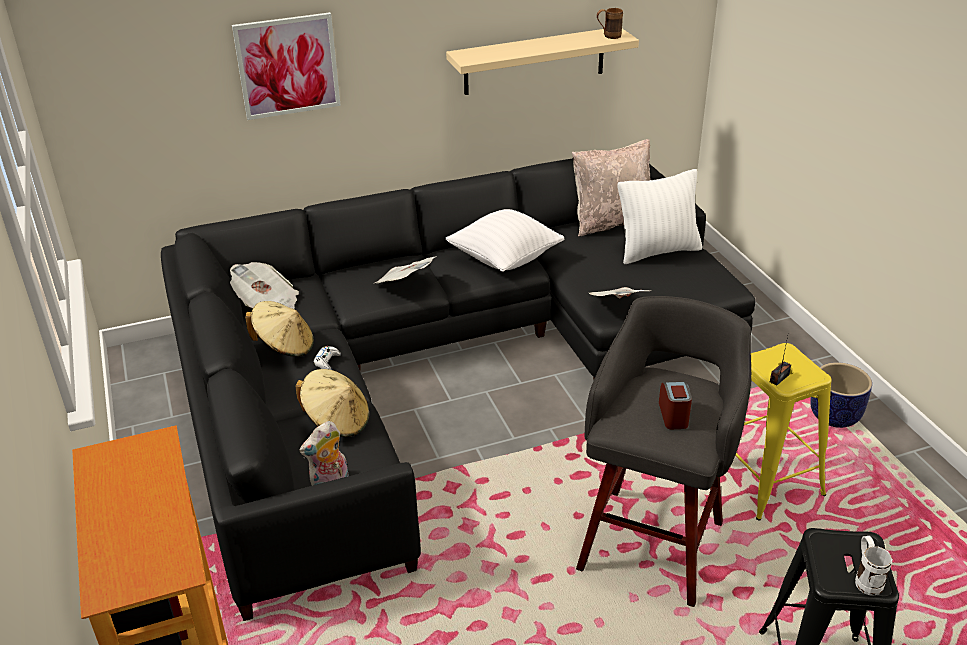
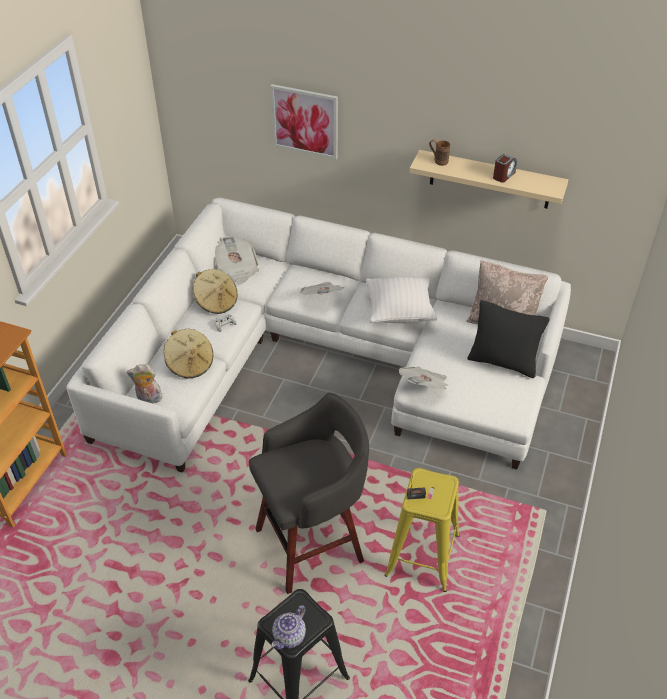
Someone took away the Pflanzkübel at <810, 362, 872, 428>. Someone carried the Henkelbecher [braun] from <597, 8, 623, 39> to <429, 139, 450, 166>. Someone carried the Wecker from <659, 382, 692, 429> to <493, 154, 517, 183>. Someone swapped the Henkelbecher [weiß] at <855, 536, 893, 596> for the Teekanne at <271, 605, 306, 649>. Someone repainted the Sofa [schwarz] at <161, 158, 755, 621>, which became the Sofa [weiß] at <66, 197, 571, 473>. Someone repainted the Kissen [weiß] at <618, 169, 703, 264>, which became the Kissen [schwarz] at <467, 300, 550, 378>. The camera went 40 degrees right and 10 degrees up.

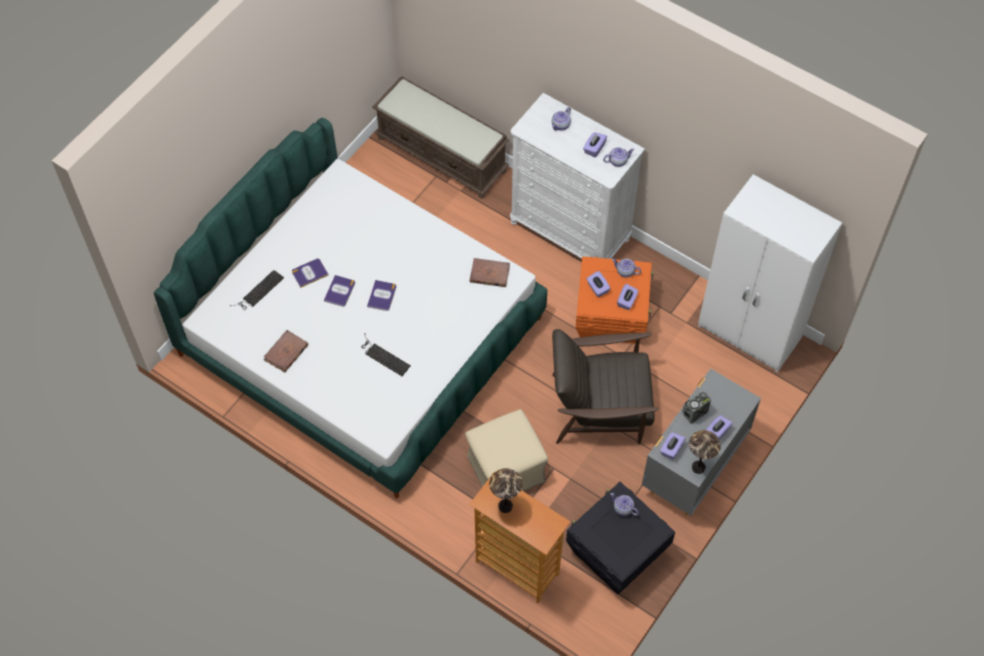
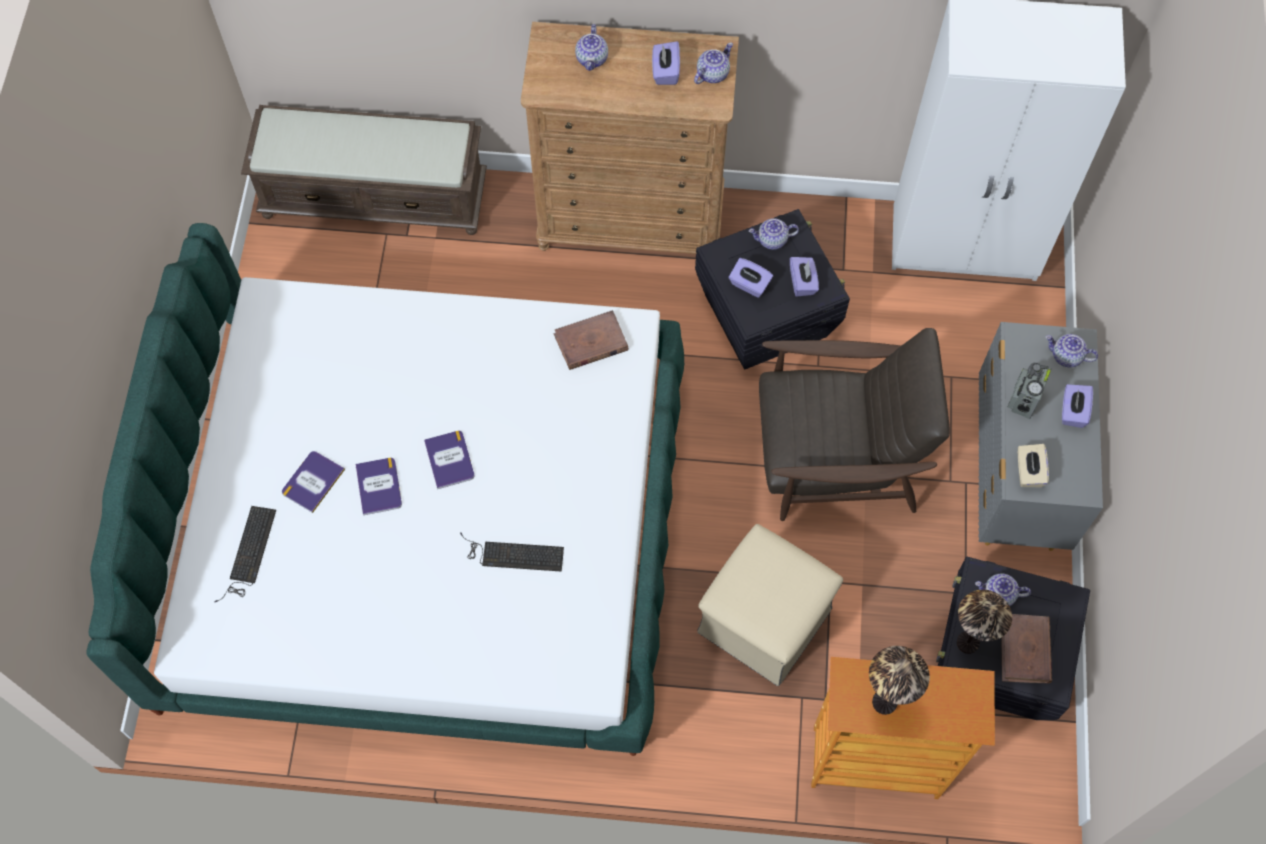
Someone put down the Teekanne at <1046, 334, 1098, 367>. Someone carried the Buch [braun] from <264, 330, 308, 372> to <1001, 614, 1052, 684>. Someone carried the Tischlampe from <689, 430, 721, 474> to <957, 590, 1012, 654>. Someone repainted the Kommode [weiß] at <510, 93, 645, 259>, which became the Kommode [braun] at <521, 22, 739, 254>. Someone repainted the Aufbewahrungsbox [orange] at <576, 256, 654, 343>, which became the Aufbewahrungsbox [schwarz] at <695, 209, 850, 369>. Someone repainted the Taschentuchbox [lila] at <660, 432, 686, 460>, which became the Taschentuchbox [beige] at <1018, 444, 1049, 487>. Someone rotated the Sessel [braun] at <552, 329, 659, 444> by 150 degrees counterclockwise. The camera went 30 degrees left and 5 degrees up.

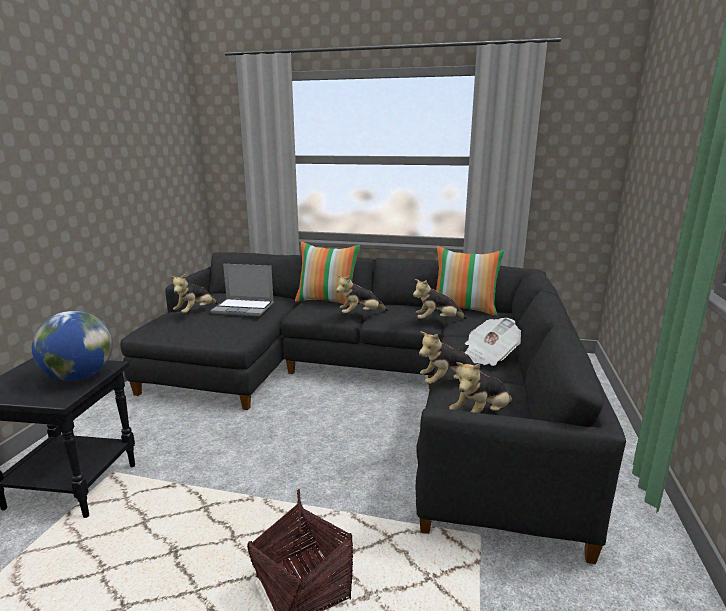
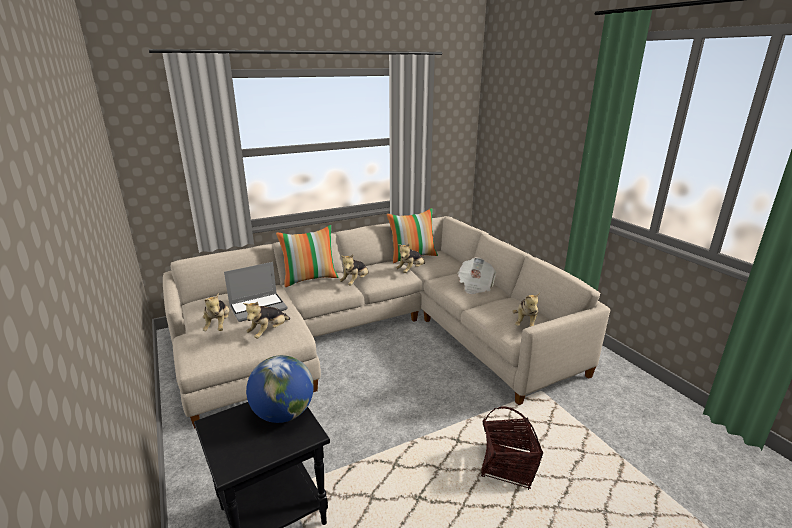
Someone carried the Plüschtier from <419, 331, 485, 384> to <243, 302, 290, 338>. Someone repainted the Sofa [schwarz] at <120, 252, 626, 564>, which became the Sofa [beige] at <163, 216, 610, 429>. The camera went 40 degrees left and 5 degrees up.

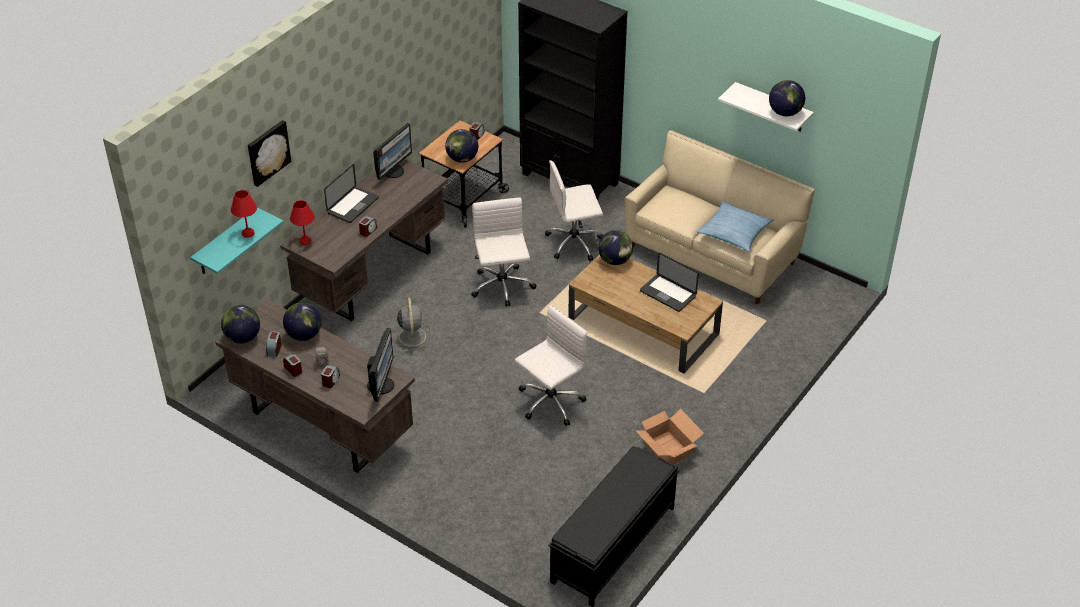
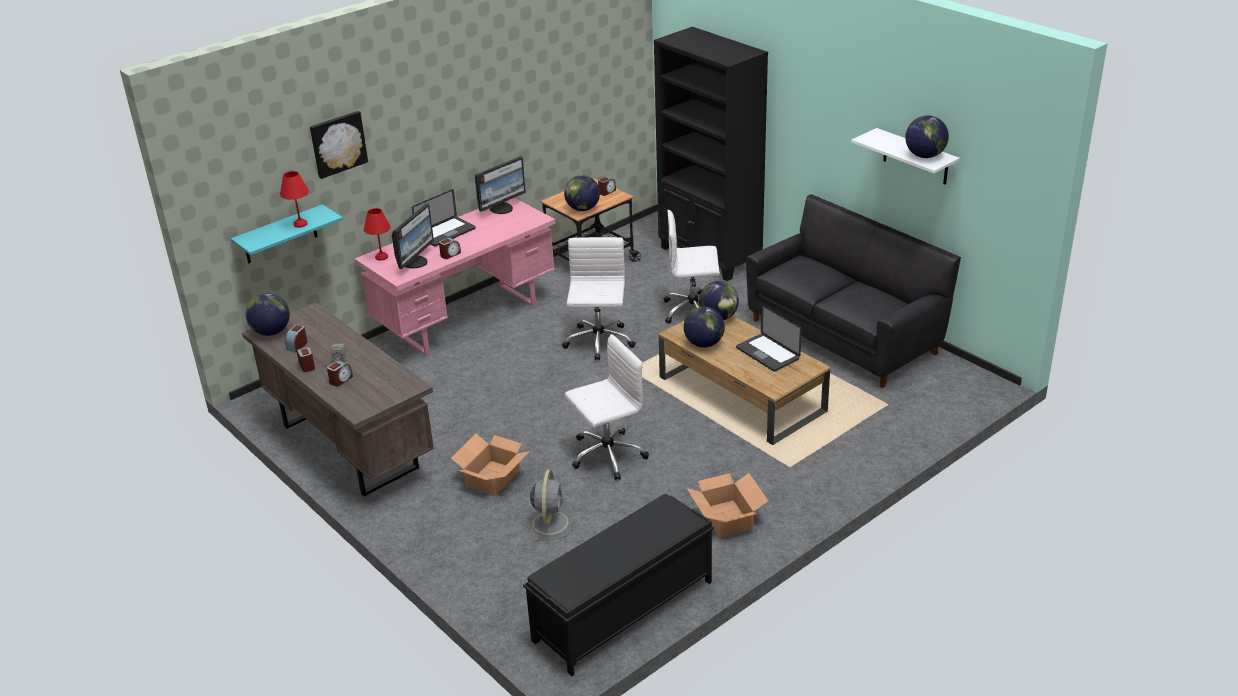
Someone took away the Kissen at <696, 200, 774, 252>. Someone put down the Karton at <451, 434, 530, 496>. Someone carried the Globus from <283, 303, 322, 341> to <684, 307, 725, 348>. Someone carried the Monitor from <367, 328, 394, 402> to <392, 203, 434, 269>. Someone carried the Ventilator [grau] from <392, 297, 432, 352> to <525, 470, 576, 541>. Someone repainted the Schreibtisch [braun] at <280, 159, 448, 321>, which became the Schreibtisch [rosa] at <355, 198, 556, 356>. Someone repainted the Sofa [beige] at <624, 130, 815, 304>, which became the Sofa [schwarz] at <746, 194, 961, 388>. The camera went 15 degrees right and 10 degrees down.

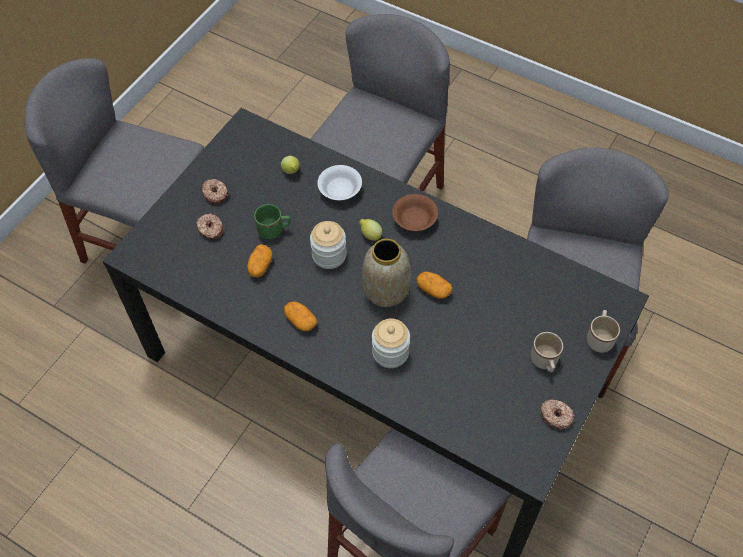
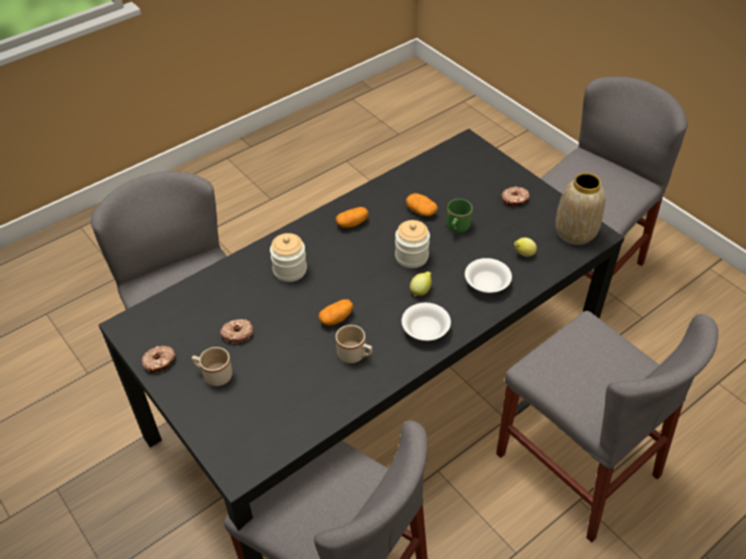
Someone carried the Donut from <196, 214, 223, 239> to <220, 319, 253, 344>. Someone carried the Vase from <362, 239, 411, 307> to <555, 173, 605, 245>. Someone carried the Henkelbecher [beige] from <587, 310, 620, 353> to <336, 325, 372, 363>. Someone repainted the Schüssel [braun] at <392, 194, 438, 231>, which became the Schüssel [weiß] at <402, 303, 451, 341>. The camera went 110 degrees right and 10 degrees down.

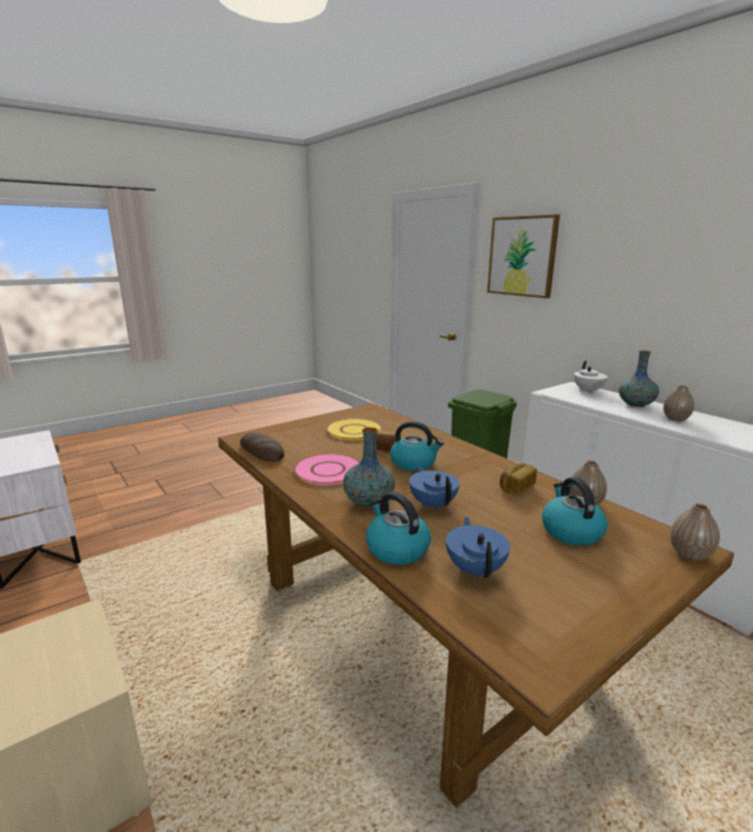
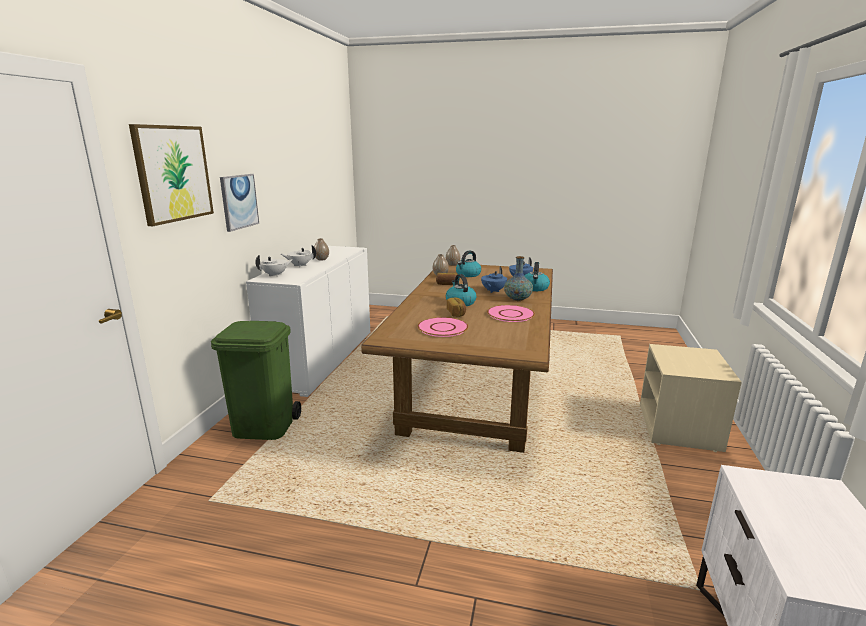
Someone took away the Brot at <240, 433, 284, 462>. Someone put up the Bild at <220, 174, 259, 232>. Someone swapped the Vase at <619, 351, 659, 407> for the Teekanne [weiß] at <281, 245, 316, 267>. Someone repainted the Teller [gelb] at <326, 419, 382, 440>, which became the Teller [rosa] at <417, 317, 468, 337>. The camera went 130 degrees left and 0 degrees up.

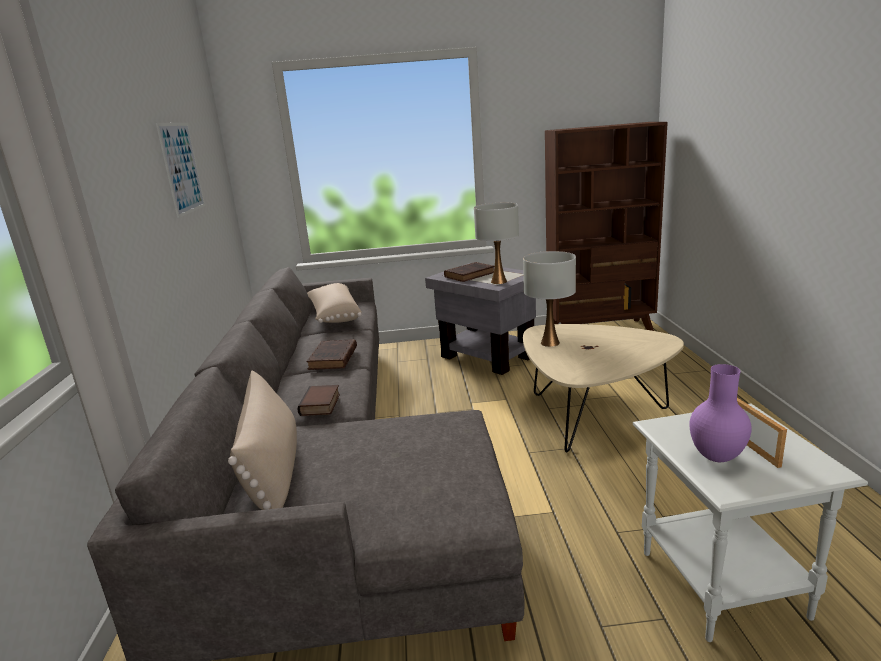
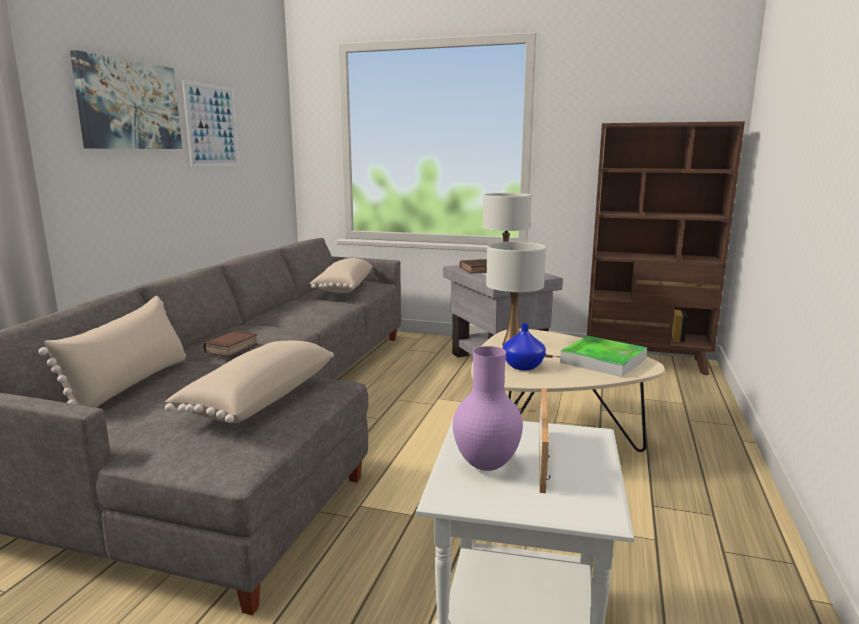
Someone took away the Buch [braun] at <306, 339, 357, 370>. Someone put up the Bild at <70, 50, 182, 149>. Someone put down the Kissen [beige] at <165, 341, 334, 423>. Someone put down the Vase [blau] at <502, 323, 546, 370>. Someone put down the Tablett at <560, 336, 647, 377>. The camera went 20 degrees right and 5 degrees down.

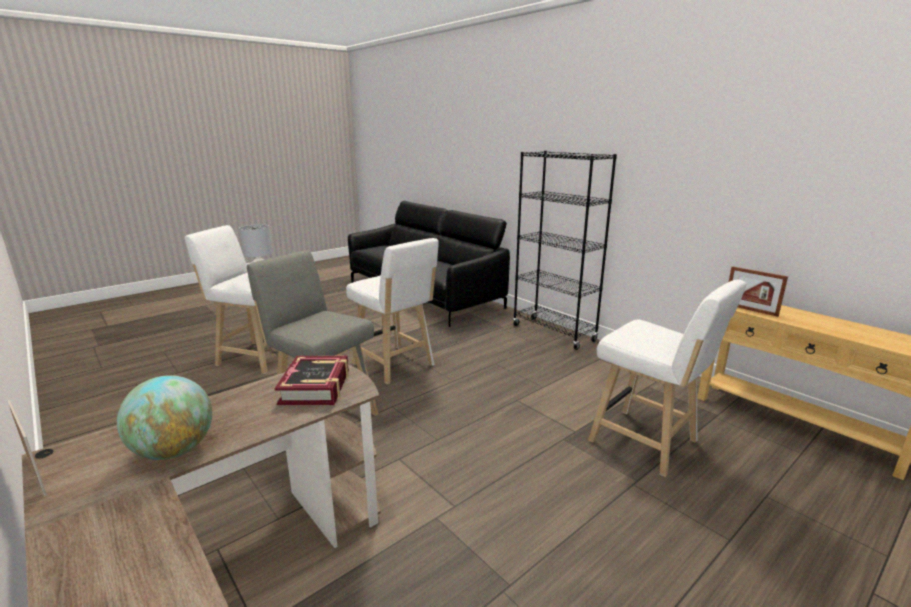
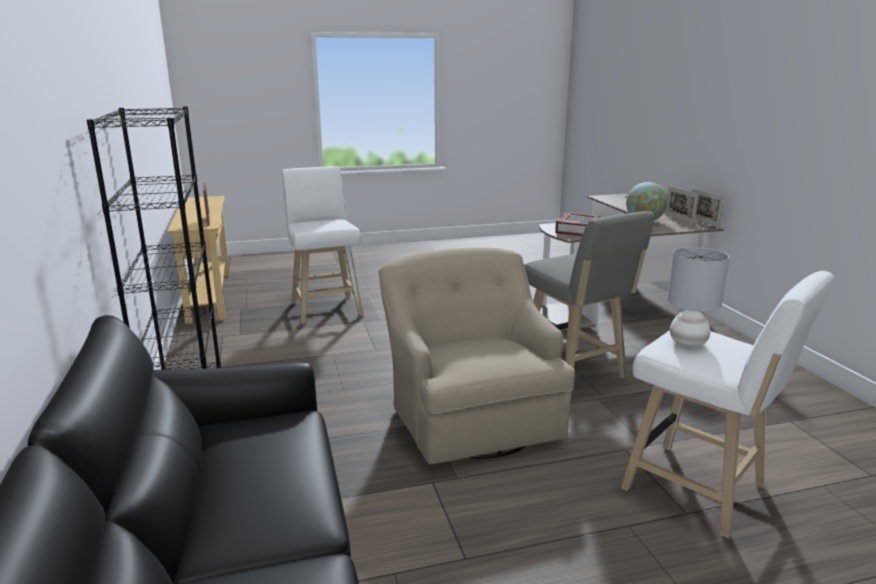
Someone put down the Bilderrahmen at <665, 186, 699, 224>. Someone swapped the Hocker [weiß] at <346, 238, 439, 384> for the Sessel [beige] at <378, 247, 575, 464>. The camera went 155 degrees left and 0 degrees up.

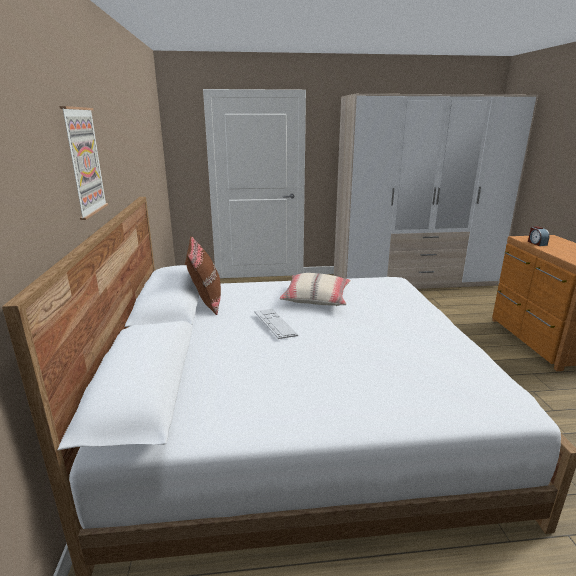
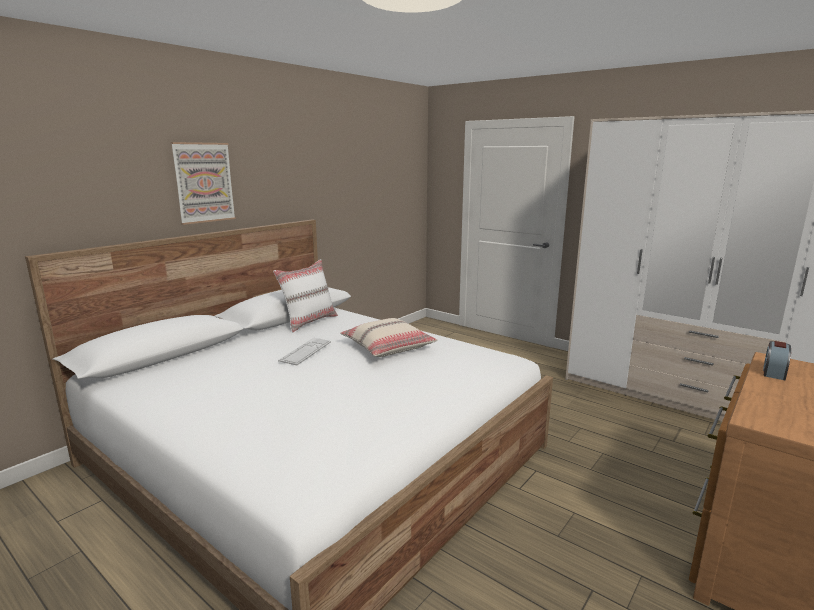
Someone repainted the Kissen [braun] at <185, 236, 221, 315>, which became the Kissen [weiß] at <273, 259, 338, 332>. The camera went 45 degrees right and 5 degrees down.

